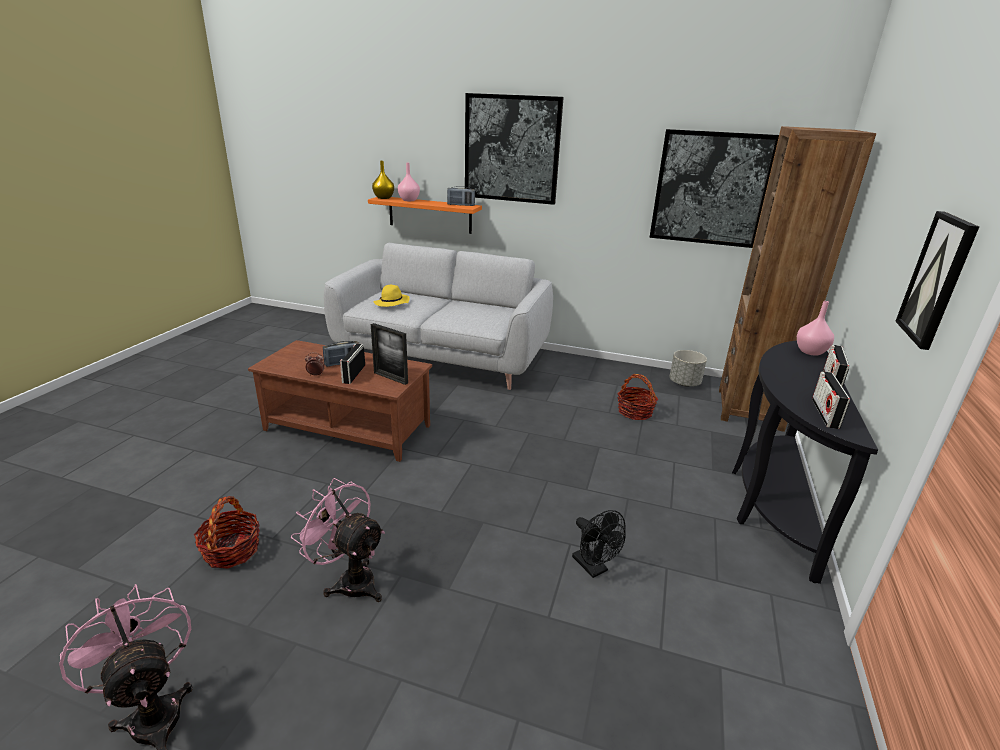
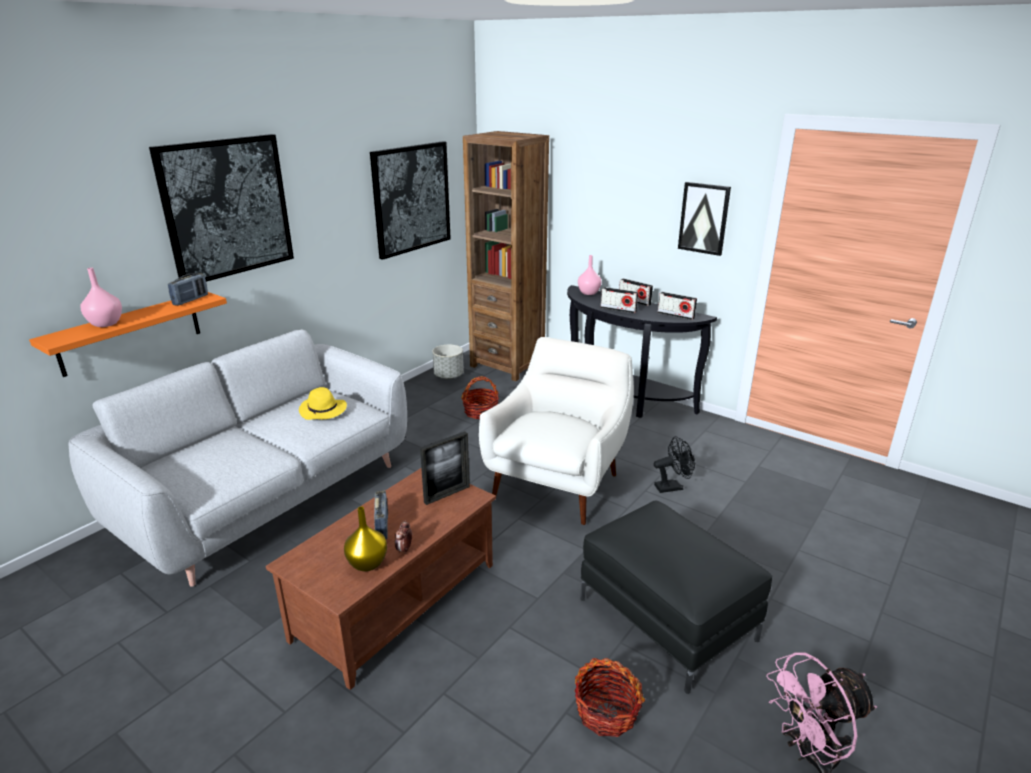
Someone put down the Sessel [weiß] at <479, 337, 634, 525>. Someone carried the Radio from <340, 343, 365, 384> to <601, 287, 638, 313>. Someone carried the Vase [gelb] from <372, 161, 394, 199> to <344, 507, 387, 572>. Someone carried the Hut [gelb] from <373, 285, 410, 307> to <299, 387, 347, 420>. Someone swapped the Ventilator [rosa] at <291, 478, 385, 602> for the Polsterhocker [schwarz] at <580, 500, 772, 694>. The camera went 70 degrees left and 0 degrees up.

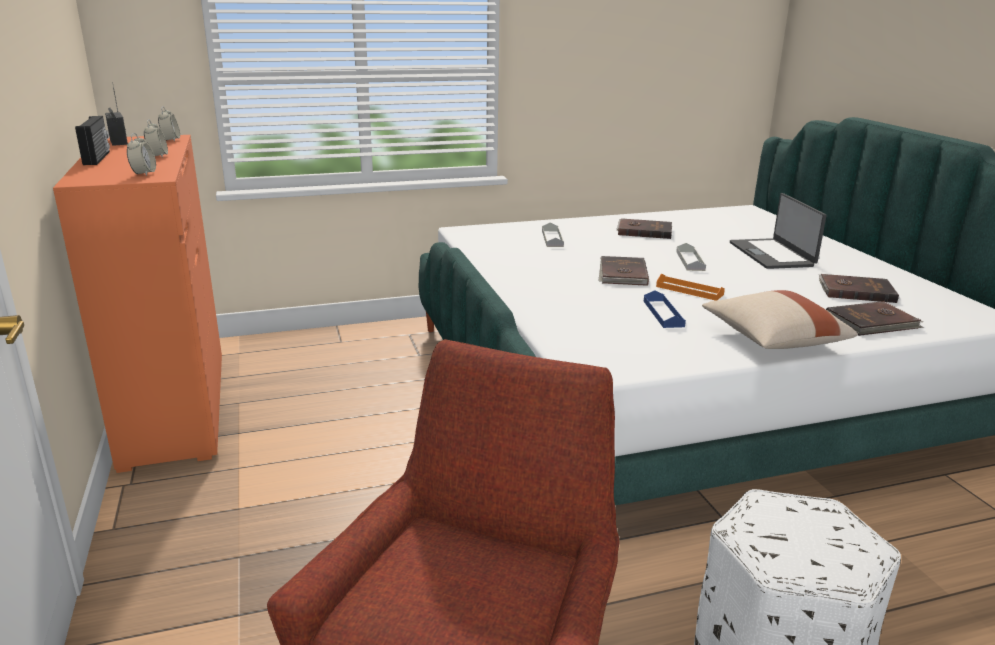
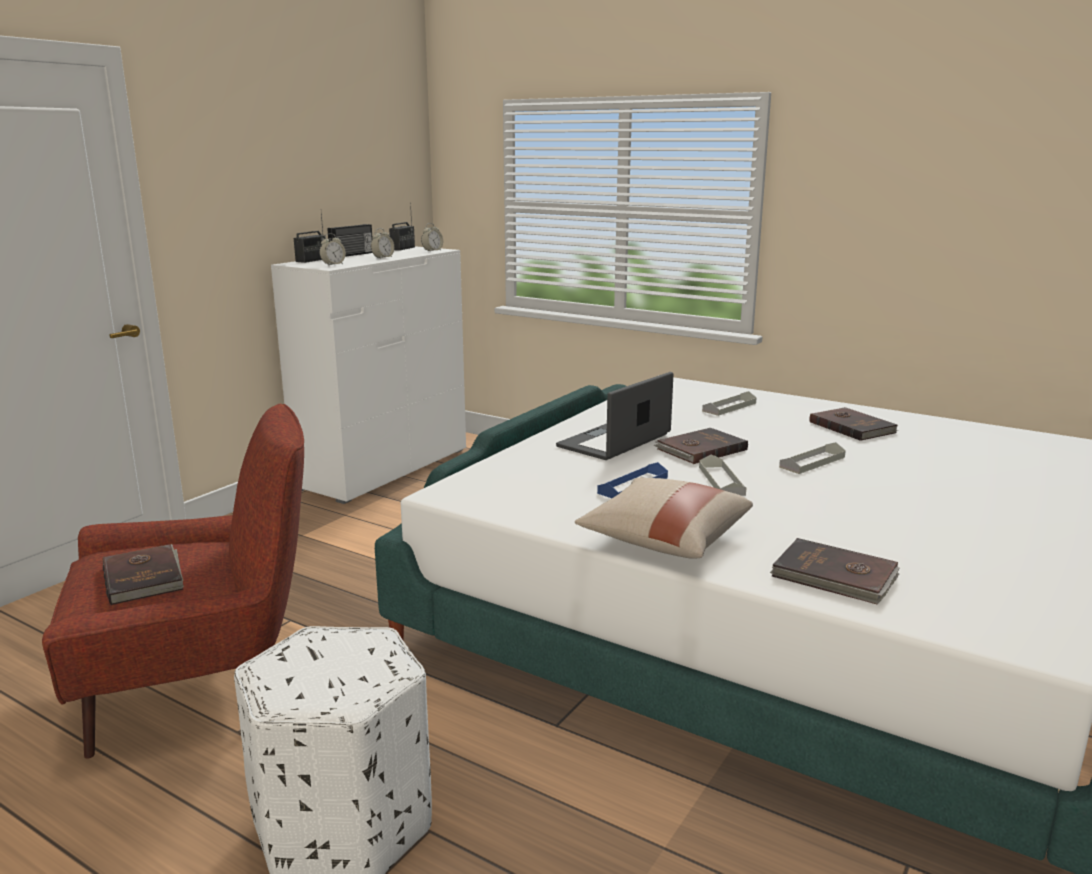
Someone put down the Radio at <294, 213, 326, 263>. Someone carried the Laptop from <730, 193, 827, 269> to <556, 372, 673, 460>. Someone carried the Buch [braun] from <819, 274, 899, 303> to <103, 544, 184, 605>. Someone repainted the Kommode [orange] at <53, 135, 222, 473>, which became the Kommode [weiß] at <271, 246, 466, 504>. Someone repainted the Tablett [orange] at <656, 274, 725, 301>, which became the Tablett [grau] at <699, 454, 746, 496>. The camera went 50 degrees right and 5 degrees down.

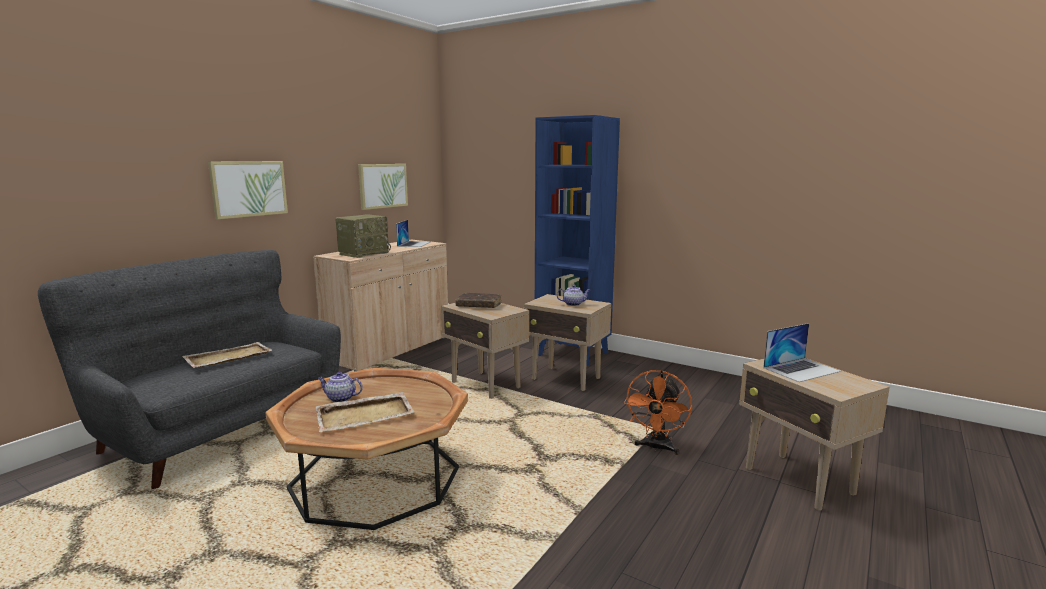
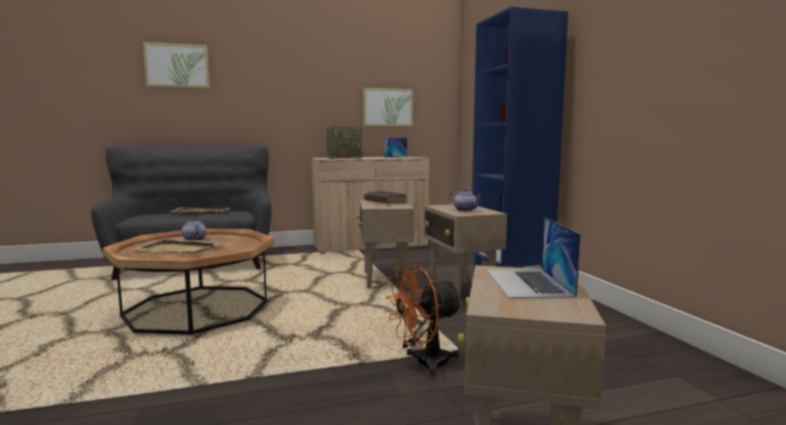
Someone carried the Bild from <208, 161, 288, 220> to <143, 42, 210, 88>. Someone rotated the Laptop at <763, 323, 841, 382> by 75 degrees clockwise. The camera went 40 degrees right and 5 degrees down.

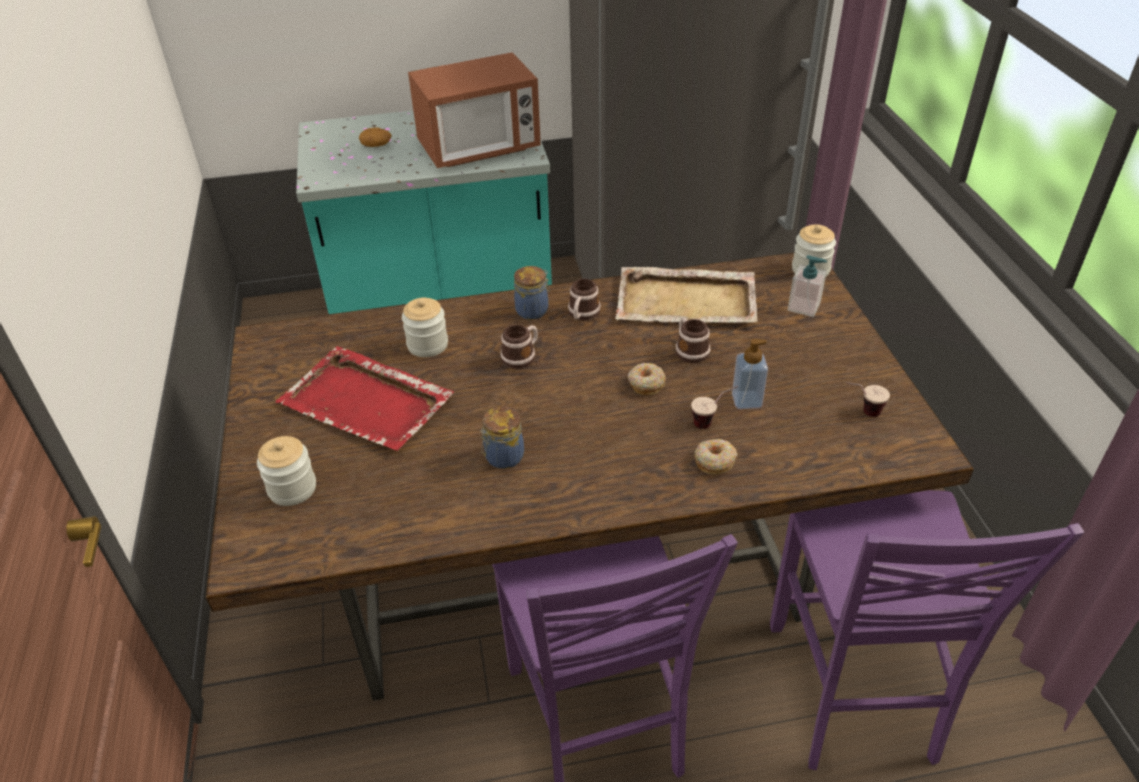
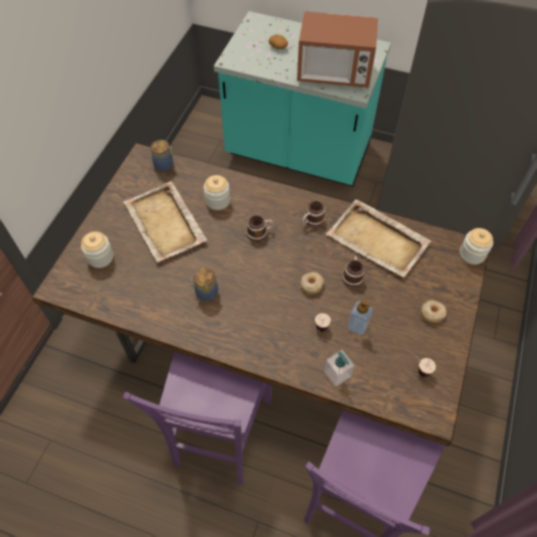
Someone carried the Vorratsglas from <514, 266, 550, 320> to <150, 140, 175, 171>. Someone carried the Donut from <694, 439, 737, 474> to <420, 300, 447, 323>. Someone carried the Seifenspender from <788, 255, 827, 317> to <324, 350, 355, 387>. Someone repainted the Tablett [rot] at <276, 346, 454, 451>, which became the Tablett [beige] at <123, 181, 207, 263>. The camera went 30 degrees right and 15 degrees up.

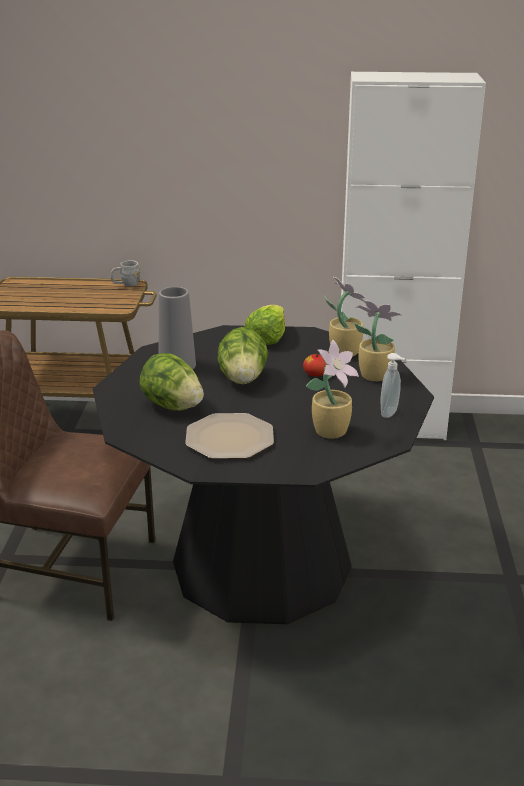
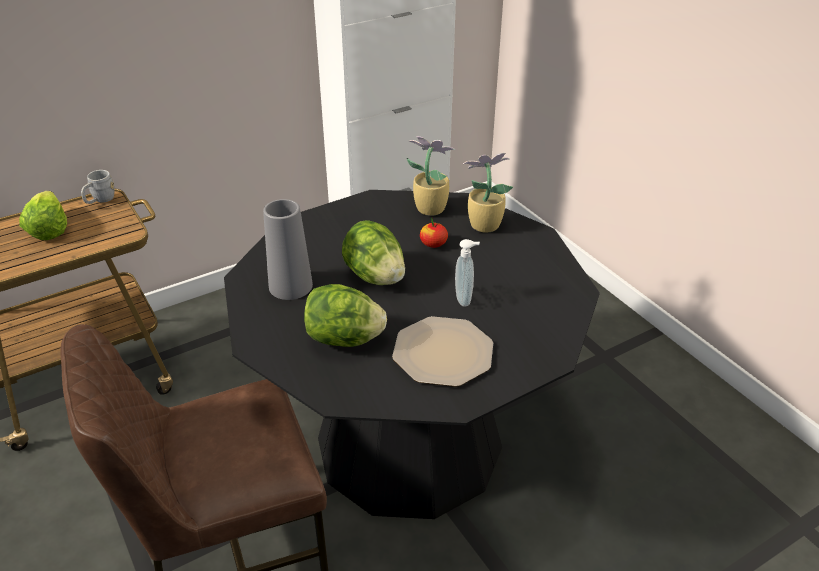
Someone took away the Topfpflanze at <306, 339, 359, 439>. Someone carried the Salatkopf from <244, 305, 285, 345> to <19, 191, 67, 240>. Someone carried the Seifenspender from <381, 353, 405, 418> to <455, 239, 480, 307>. The camera went 35 degrees left and 10 degrees up.

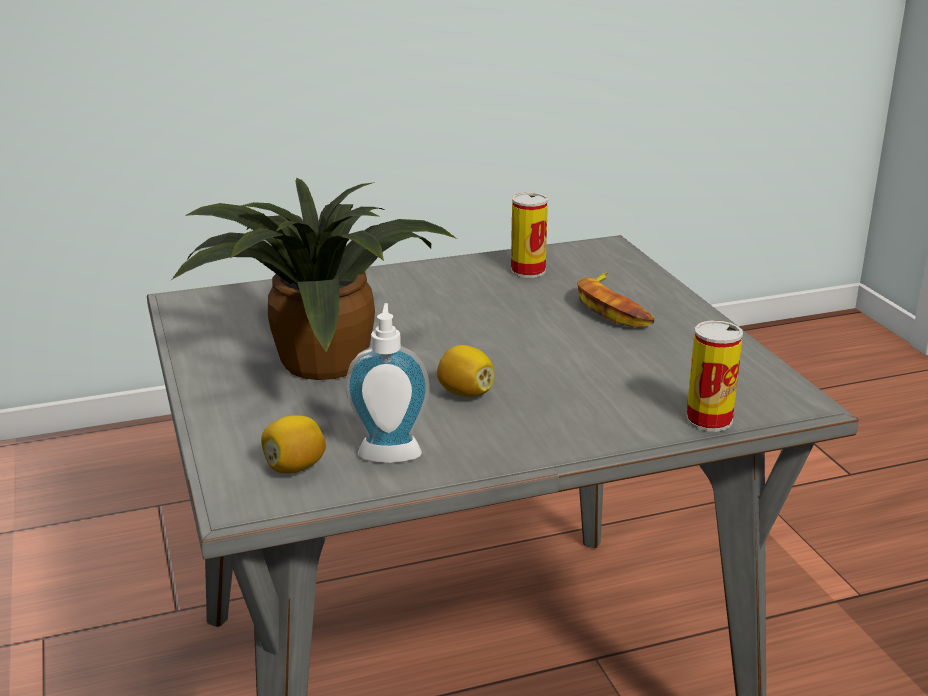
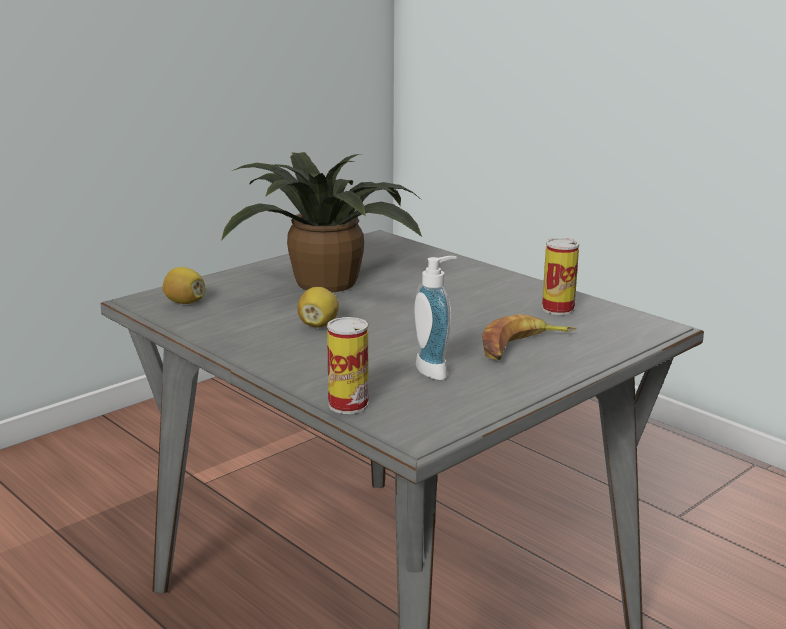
Someone carried the Seifenspender from <345, 303, 430, 463> to <414, 256, 457, 380>. The camera went 65 degrees right and 5 degrees down.

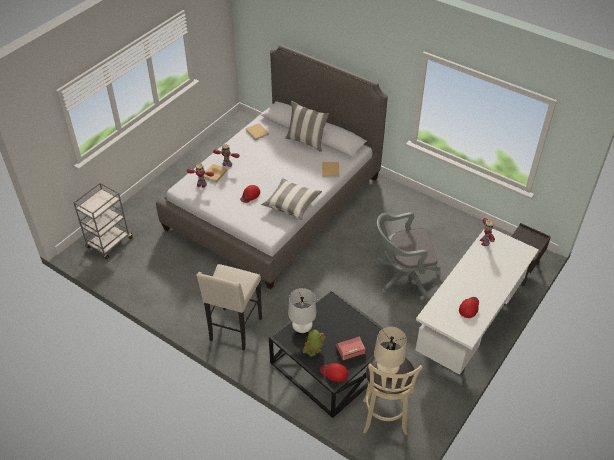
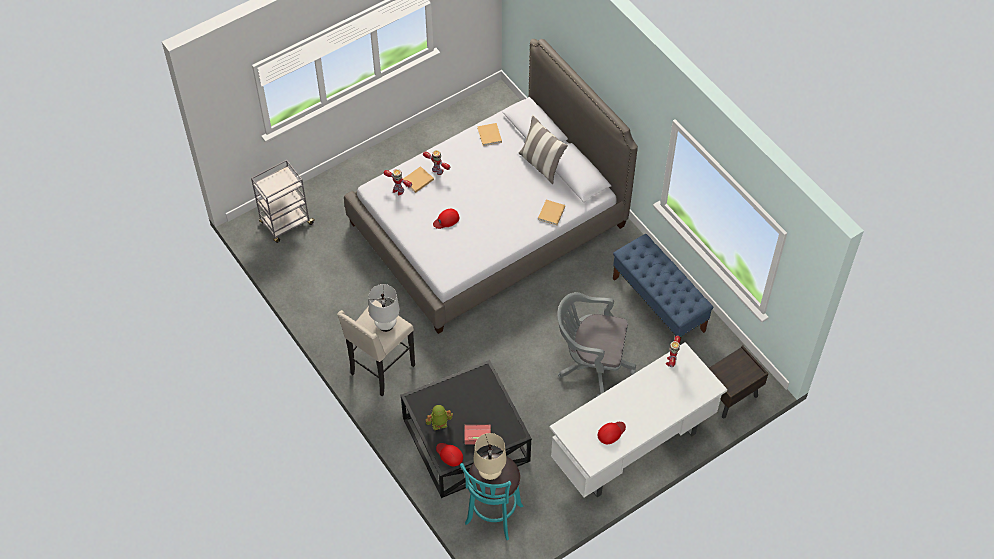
Someone took away the Kissen at <261, 178, 322, 220>. Someone put down the Bank [blau] at <613, 234, 713, 344>. Someone carried the Tischlampe [weiß] from <288, 288, 317, 335> to <369, 284, 400, 332>. Someone repainted the Hocker [beige] at <363, 357, 423, 435>, which became the Hocker [türkis] at <460, 453, 524, 540>. The camera went 20 degrees right and 10 degrees up.

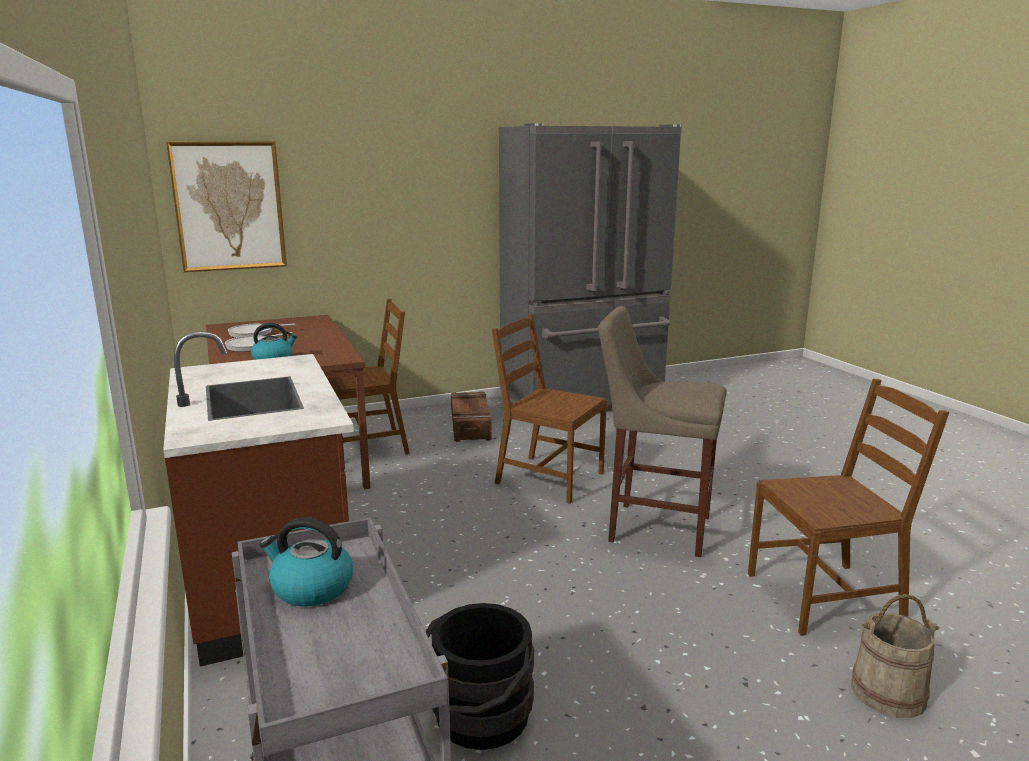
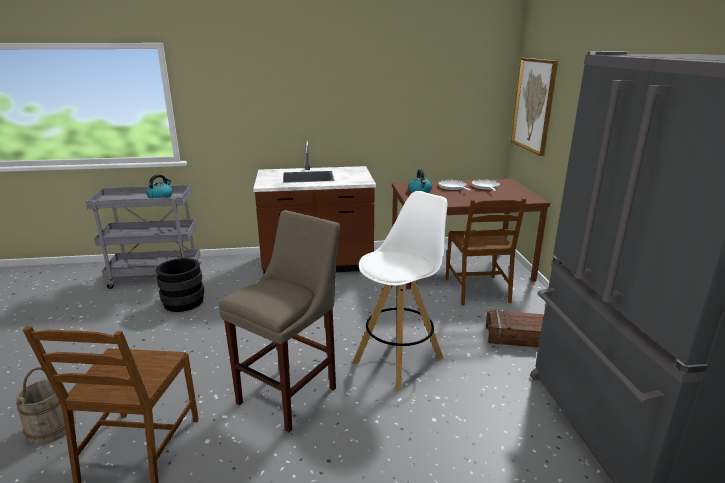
Someone swapped the Stuhl [braun] at <492, 314, 607, 504> for the Hocker [weiß] at <353, 191, 447, 391>. The camera went 105 degrees right and 5 degrees up.

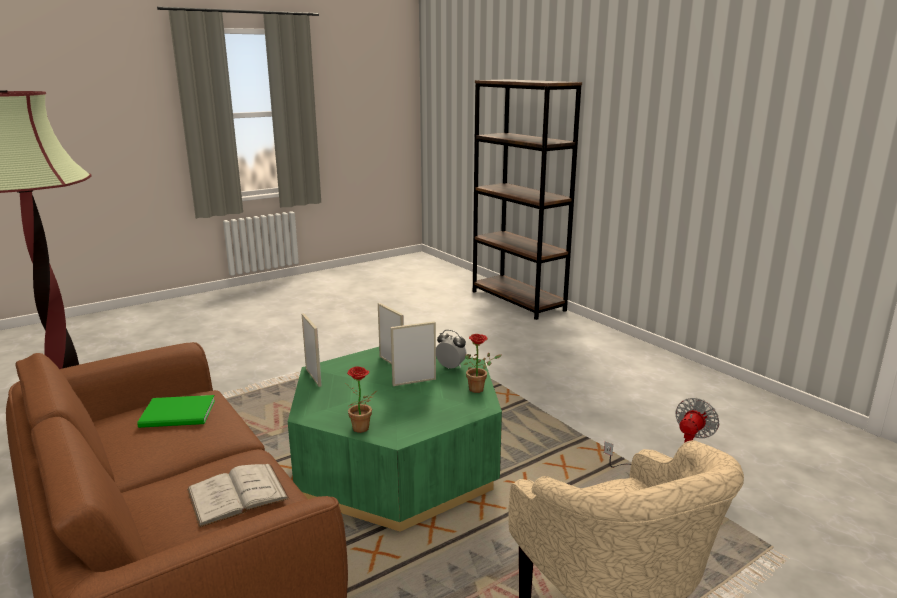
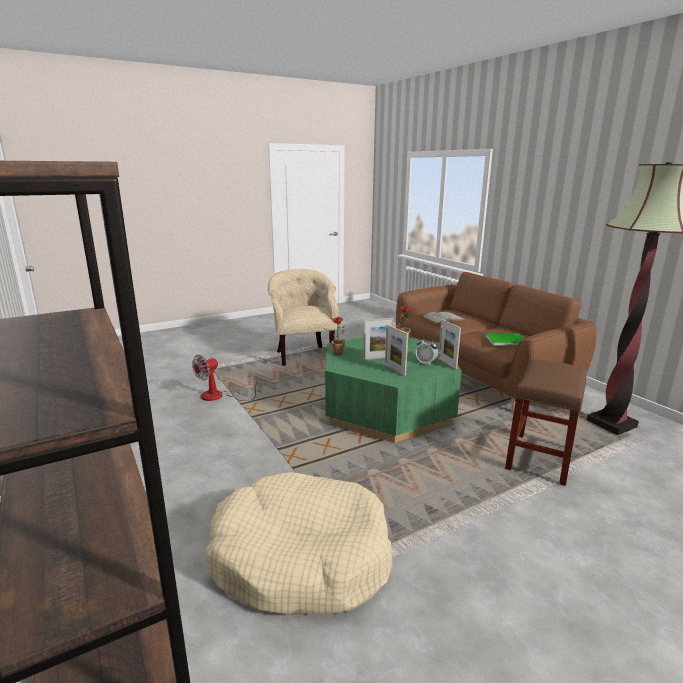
Someone put down the Hundebett [beige] at <205, 472, 392, 615>. Someone put down the Hocker [braun] at <505, 360, 587, 486>. Someone carried the Wecker from <436, 330, 467, 369> to <416, 336, 438, 366>. The camera went 175 degrees left and 0 degrees up.

